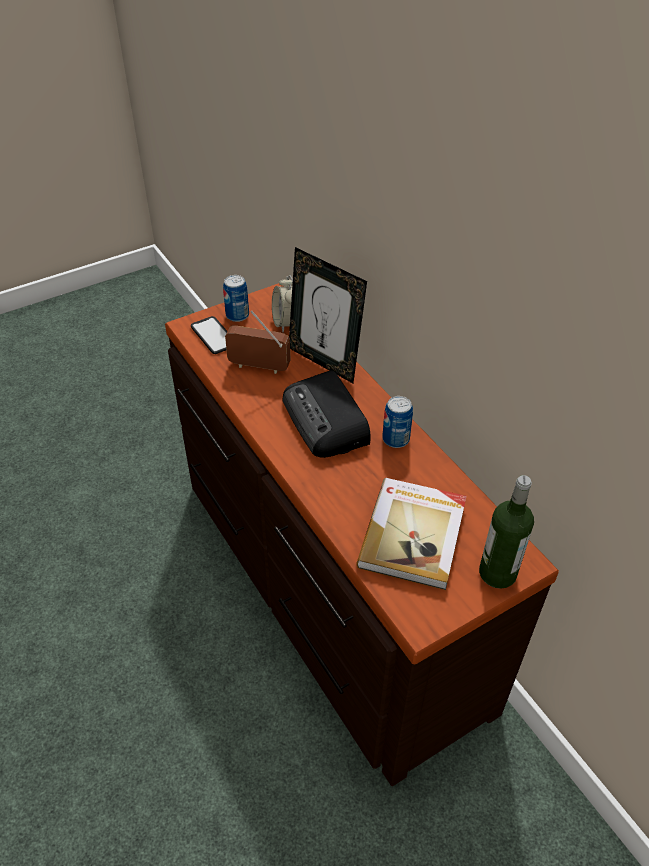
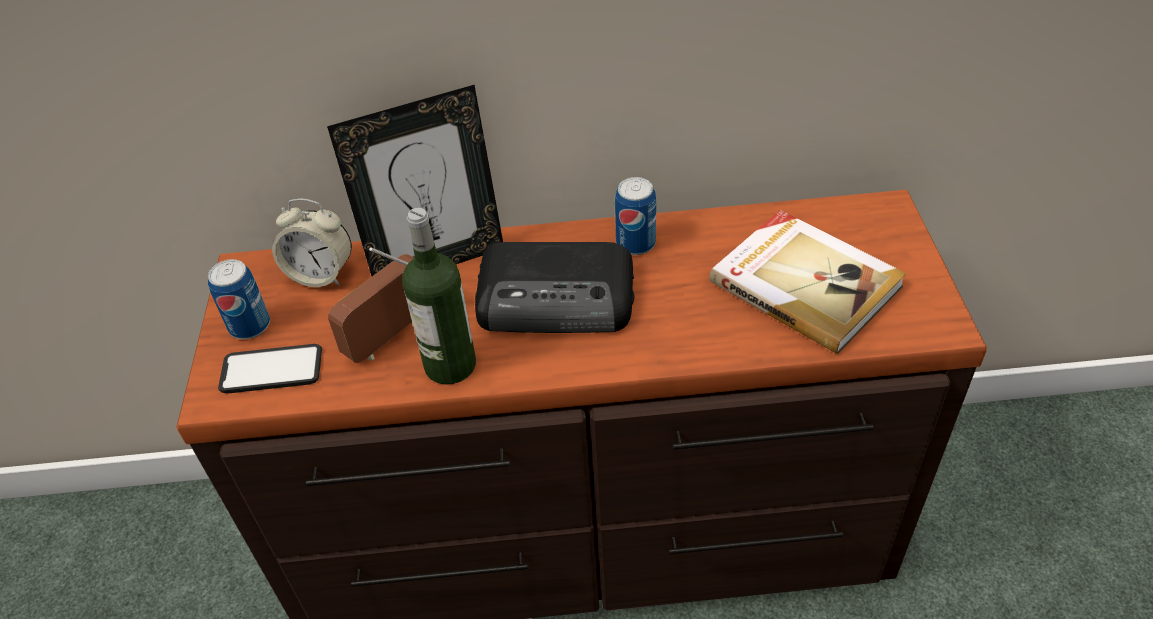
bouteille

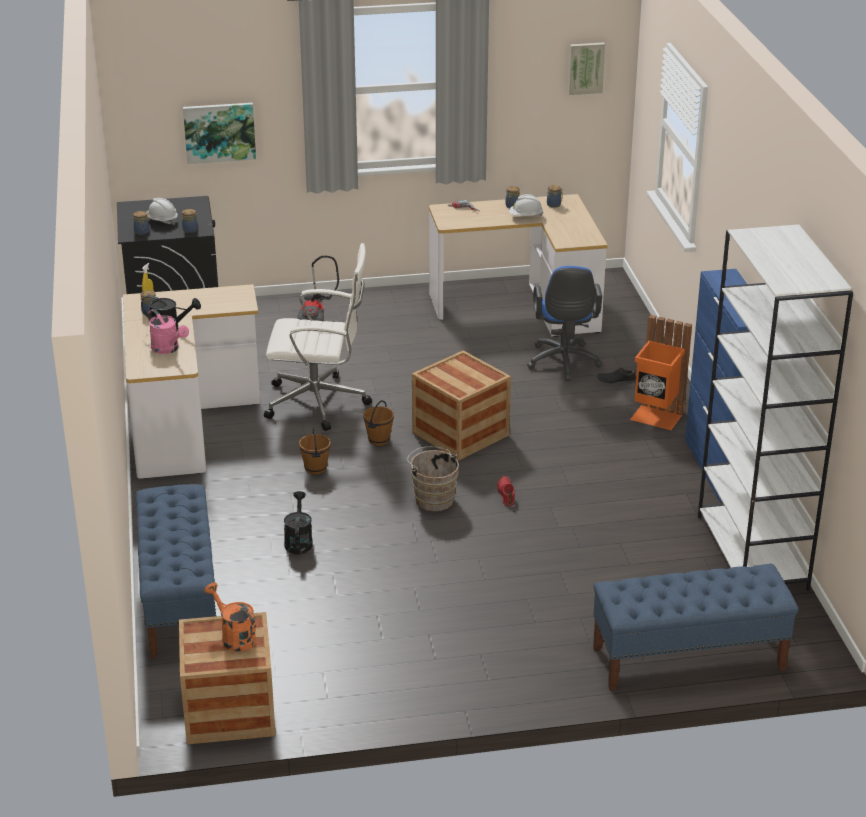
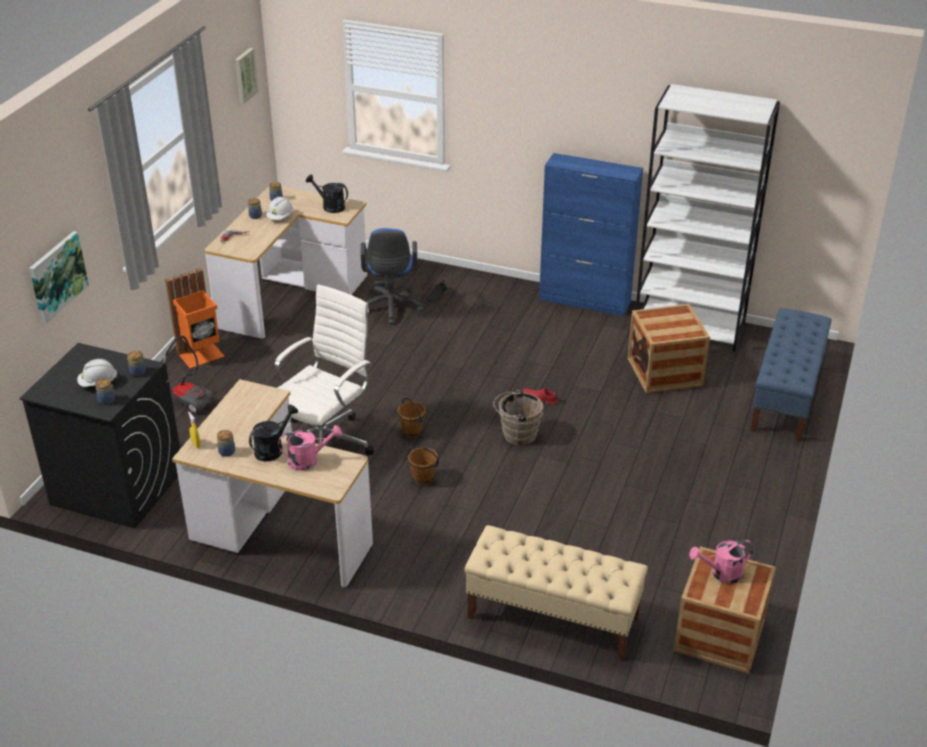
banc/beige; arrosoir/rose (2nd from left); arrosoir/noir (2nd from left); caisse (1st from left); chaise de bureau/bleu; poubelle/orange

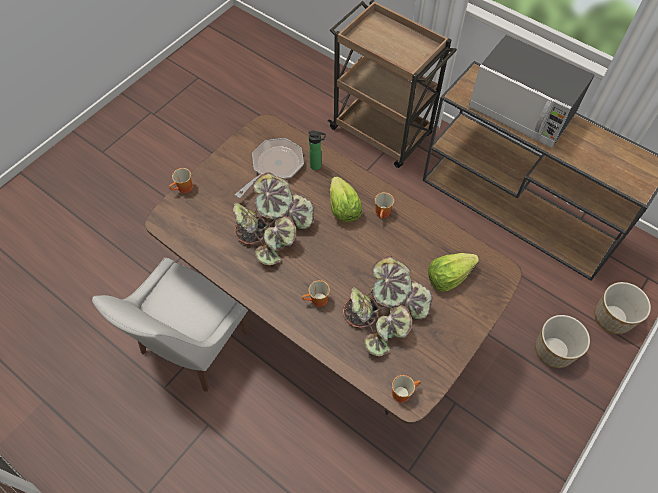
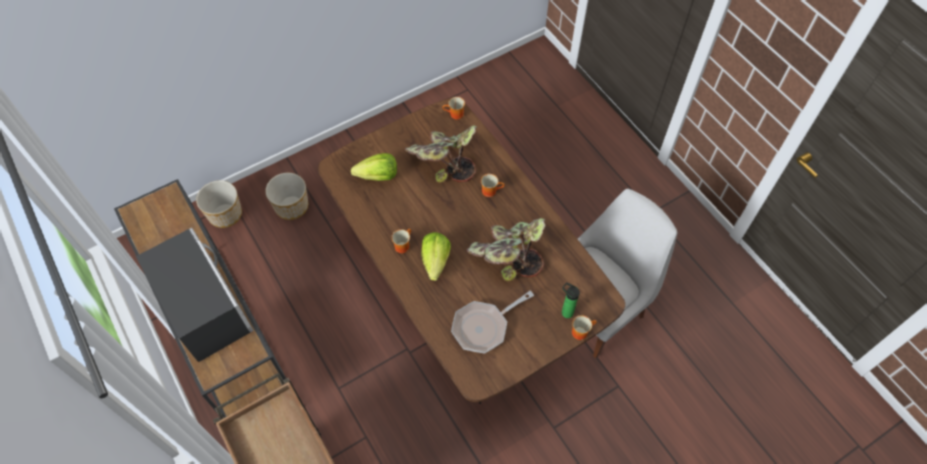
bouteille

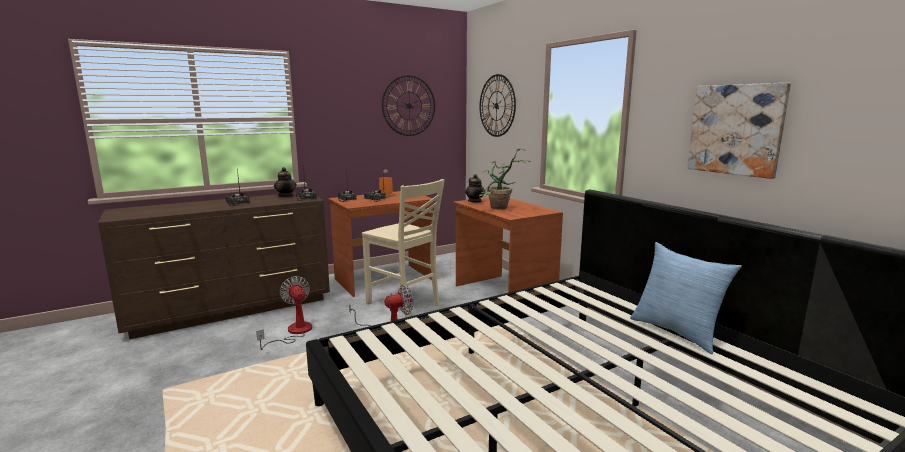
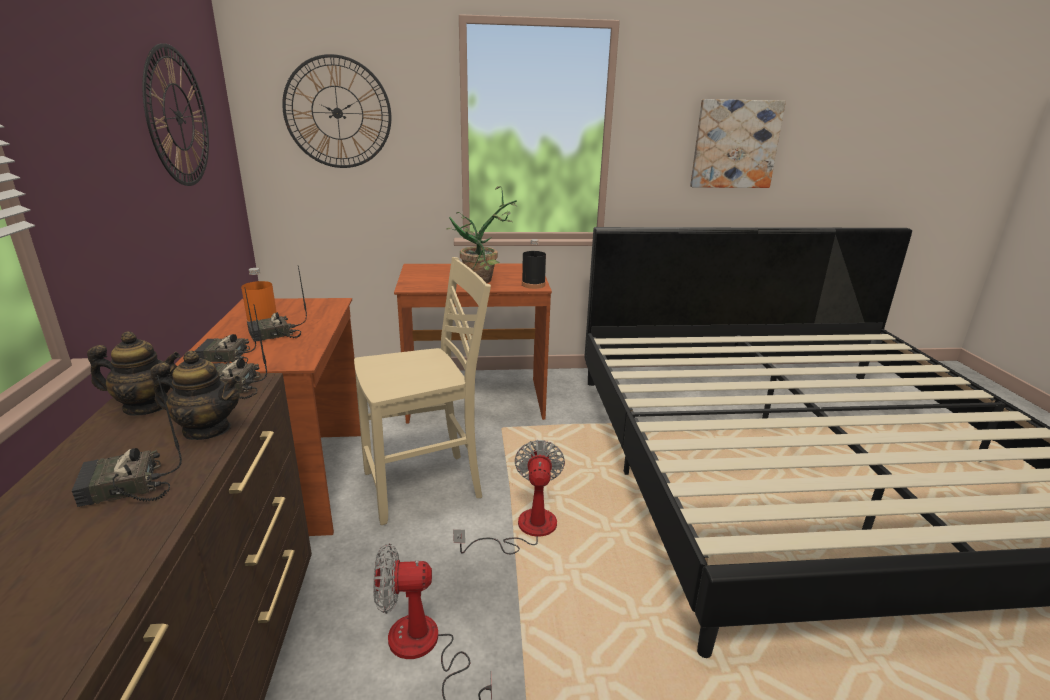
théière (2nd from left); coussin; bouteille/noir

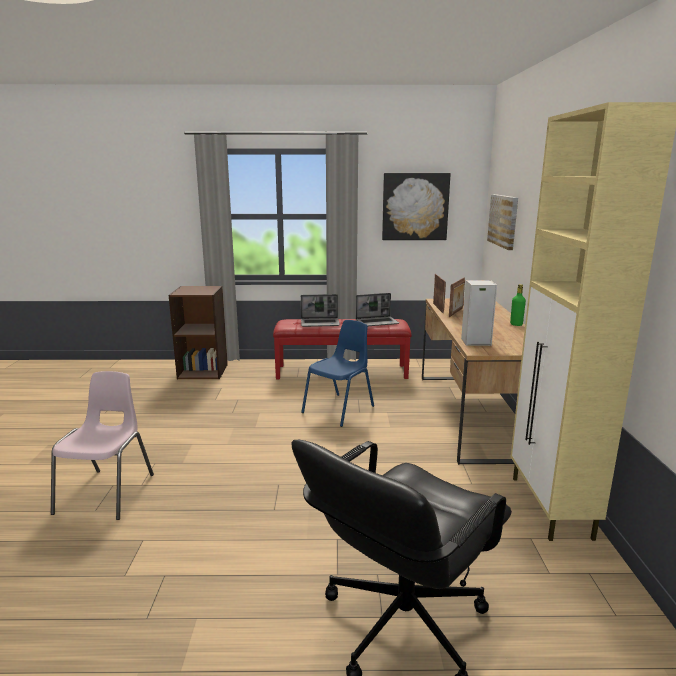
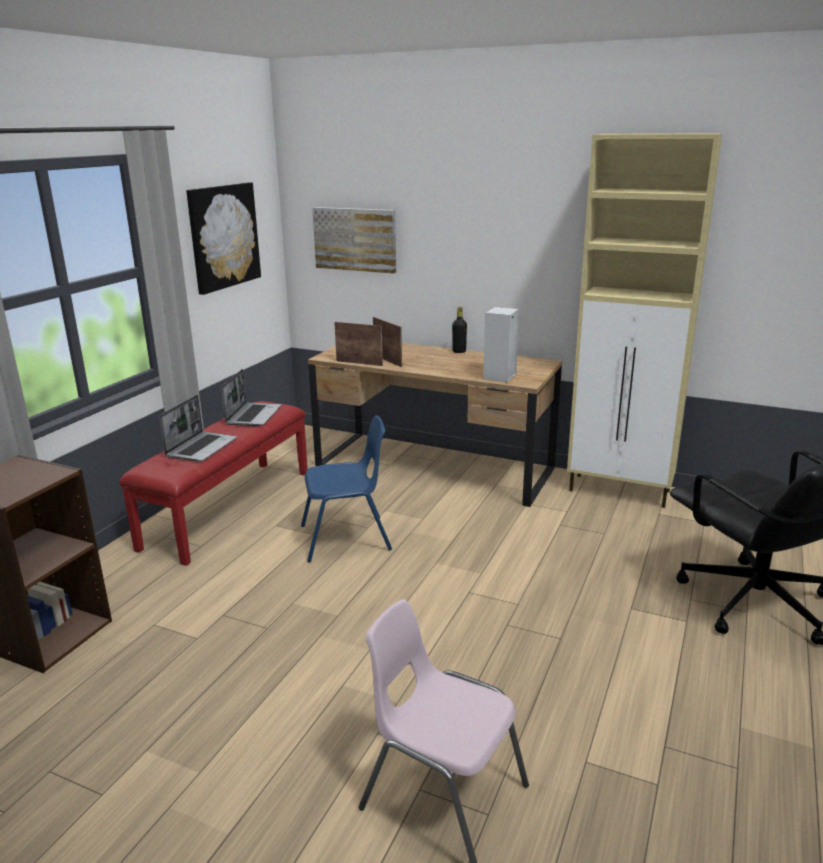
chaise/bleu; bouteille/noir

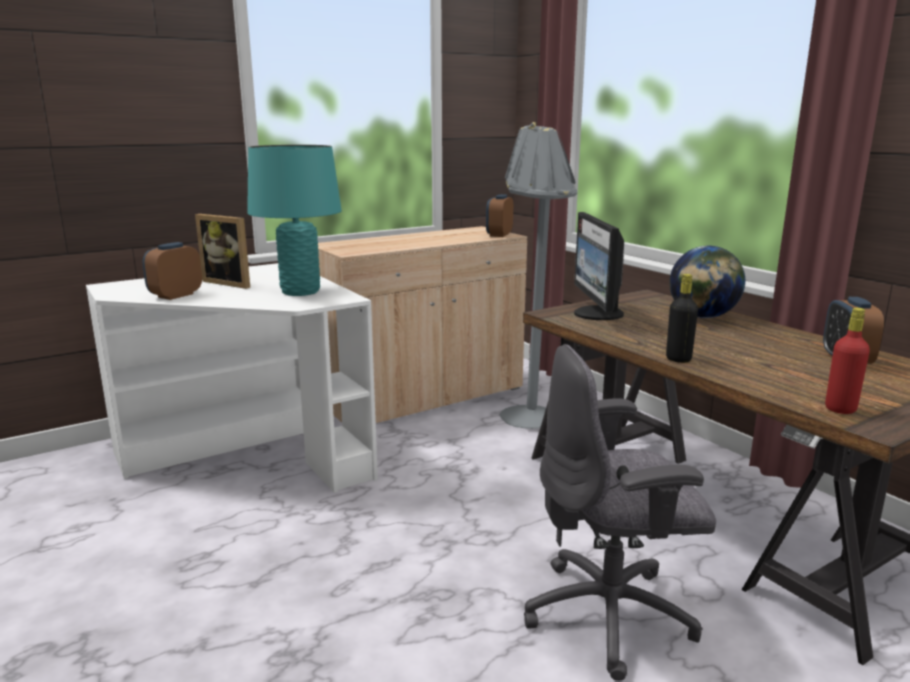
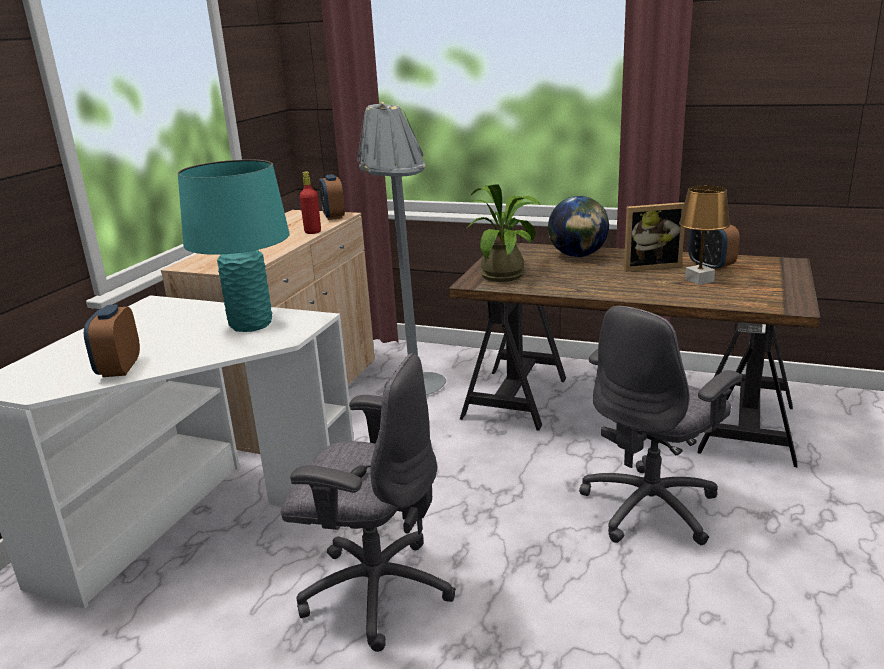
cadre photo; plante en pot; bouteille/noir; bouteille/rouge; chaise de bureau/gris (1st from left); lampe de table/marron

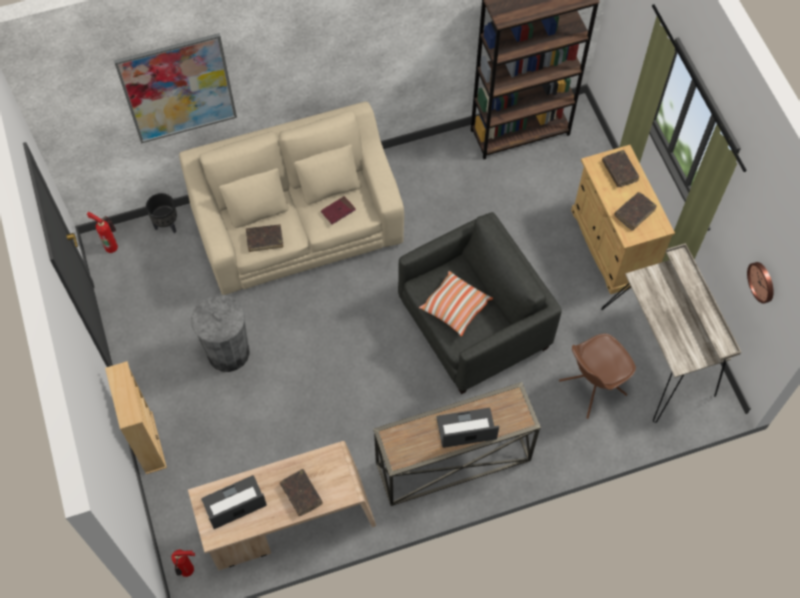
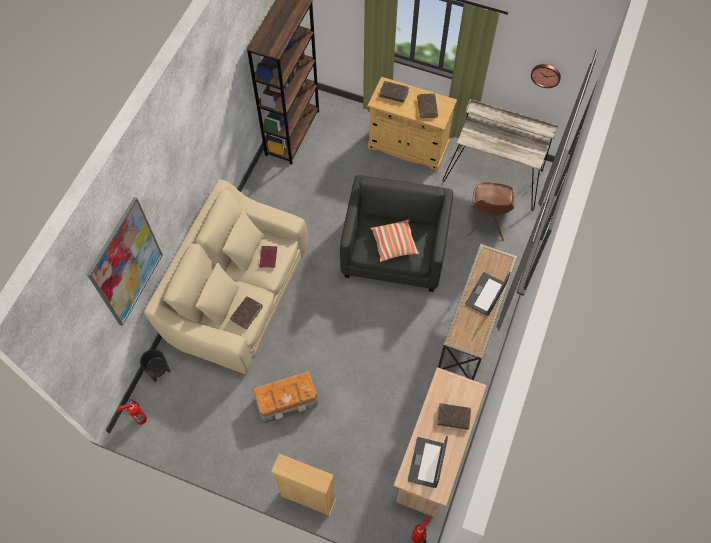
boîte de rangement

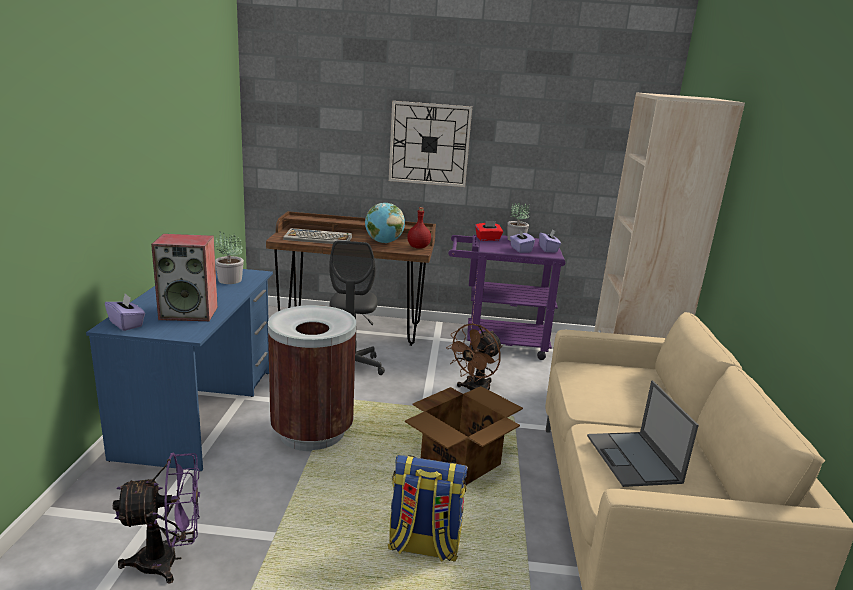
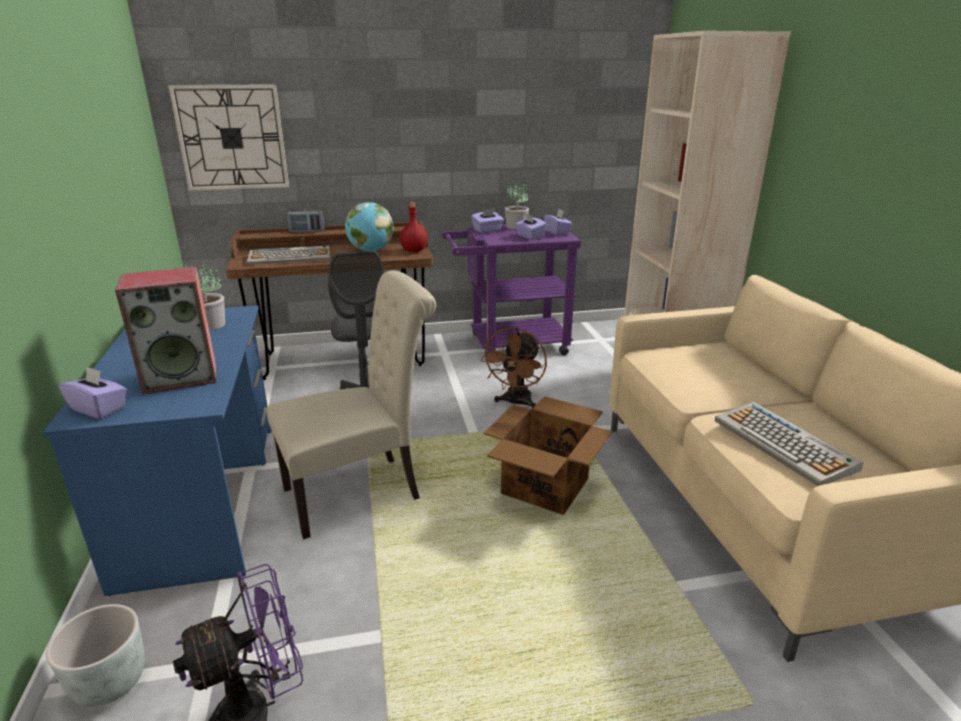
chaise/beige; sac à dos; horloge murale; boîte à mouchoirs/violet (2nd from left); clavier (2nd from left); cache-pot/gris; radio

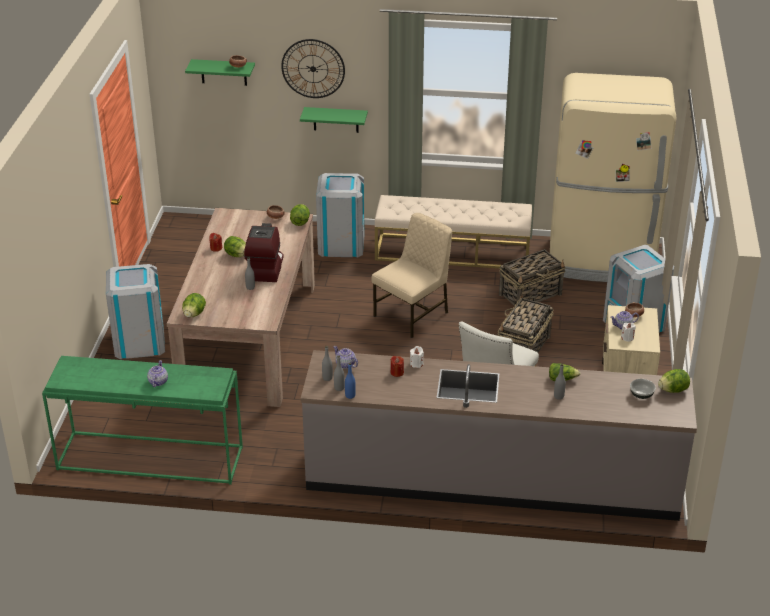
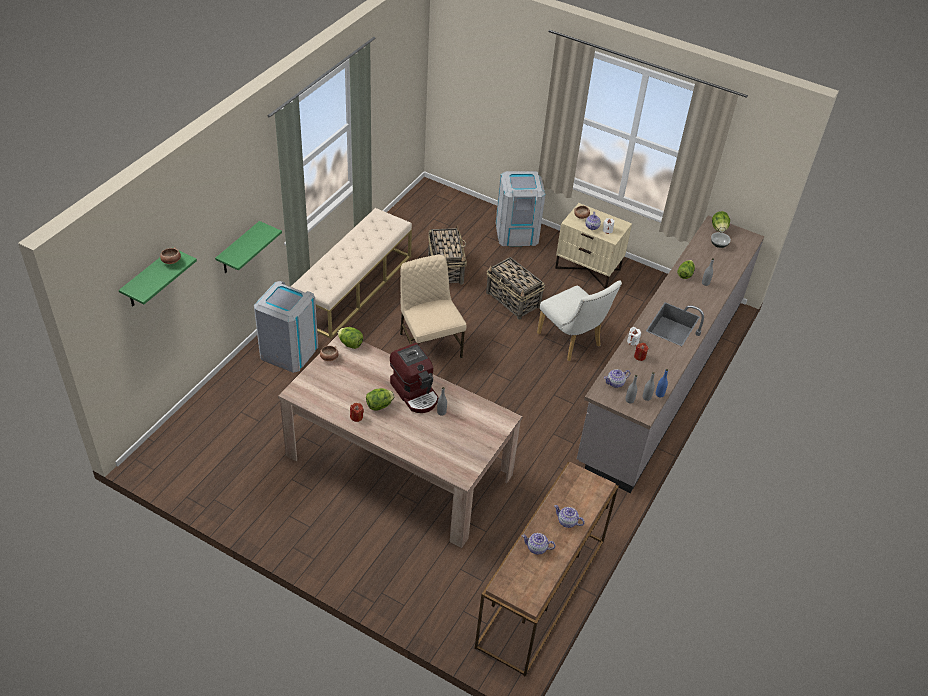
table console/marron; poubelle/gris (1st from left in the first image); laitue (1st from left in the first image); machine à café; horloge murale; réfrigérateur/beige; théière (1st from left)

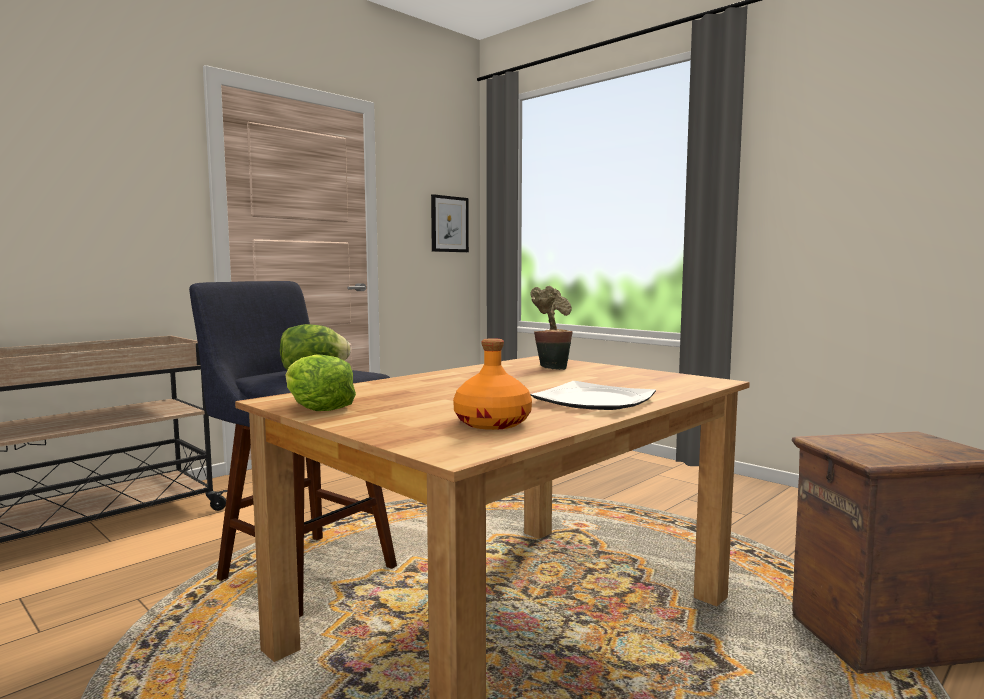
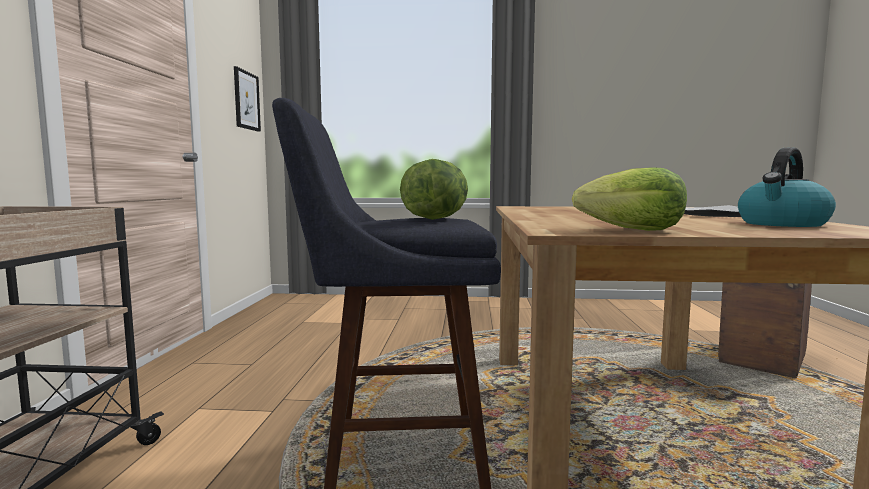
bouilloire; plante en pot

